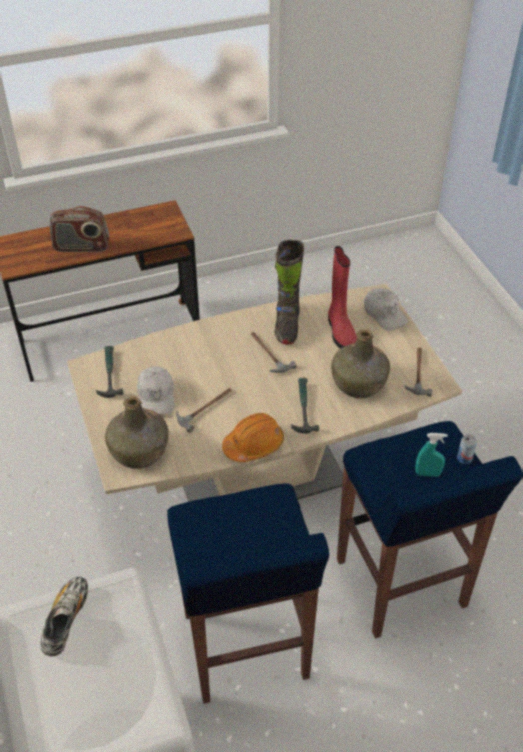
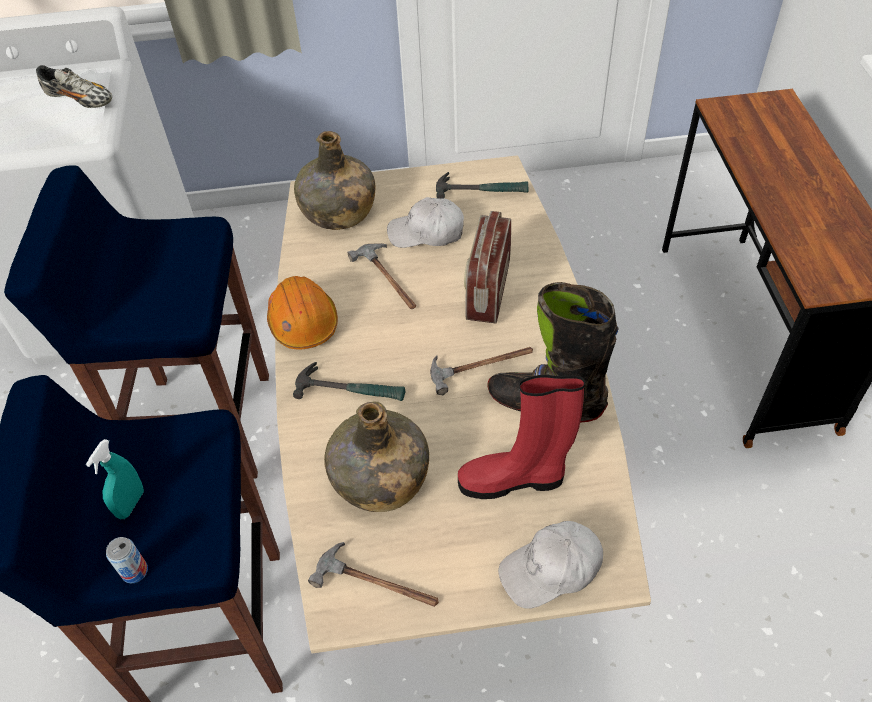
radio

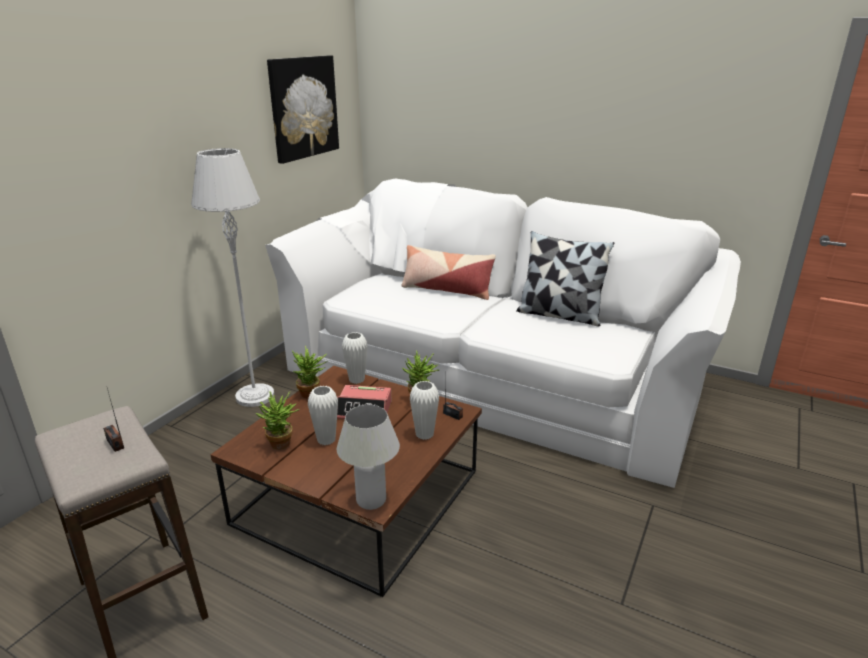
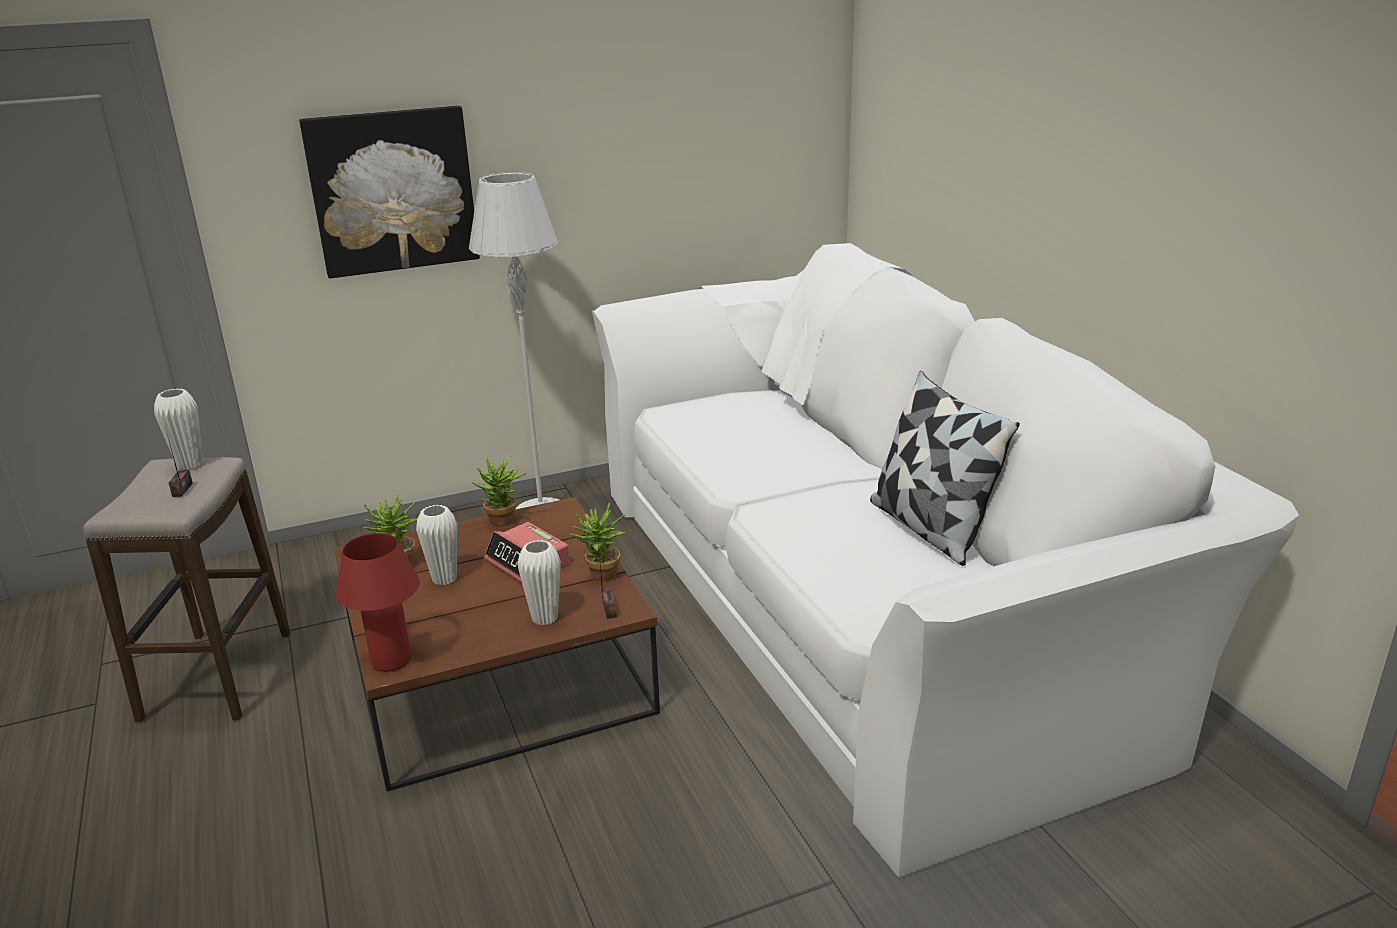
tableau; lampe de table/rouge; vase/blanc (1st from left); coussin (1st from left in the first image)

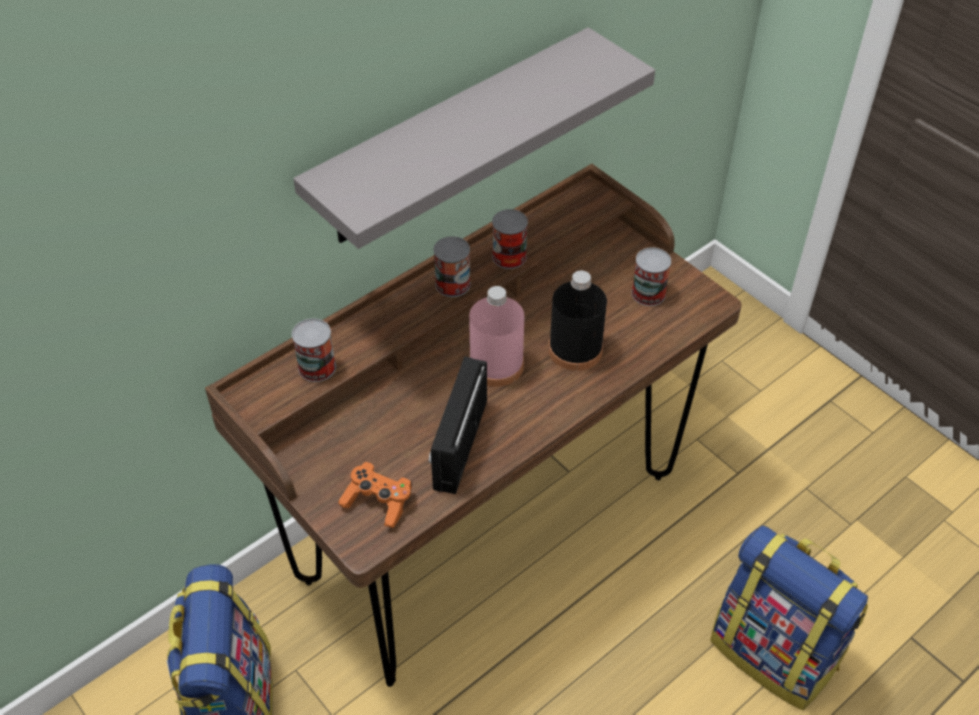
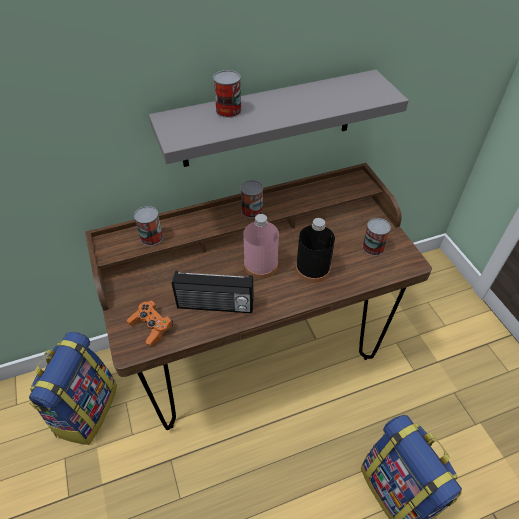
radio; boîte métallique (2nd from left)

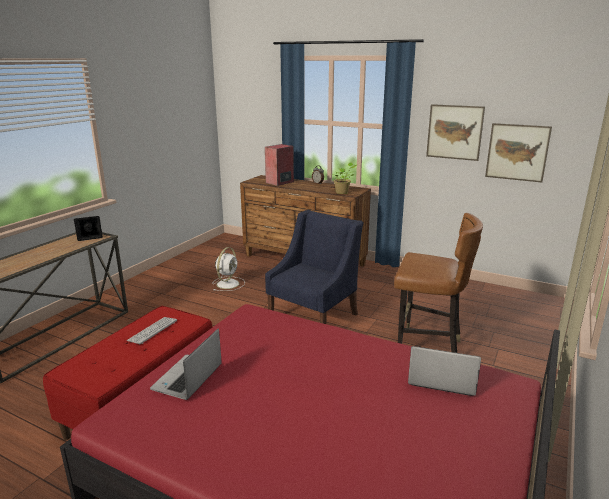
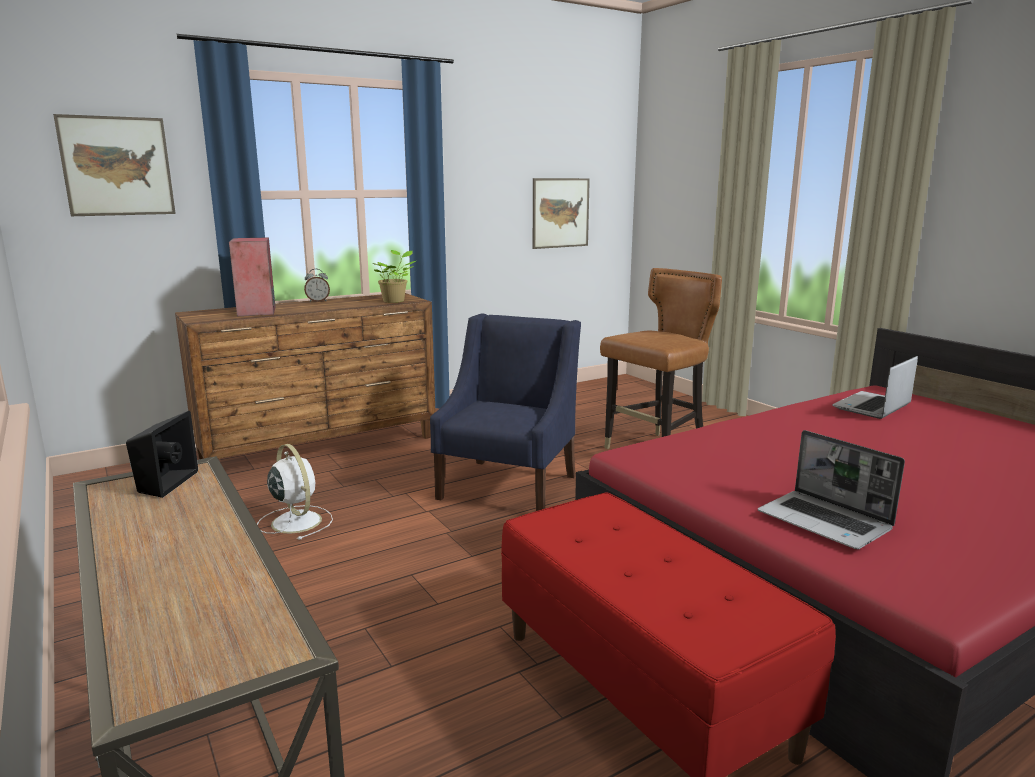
clavier; fauteuil/bleu; tableau (1st from left)

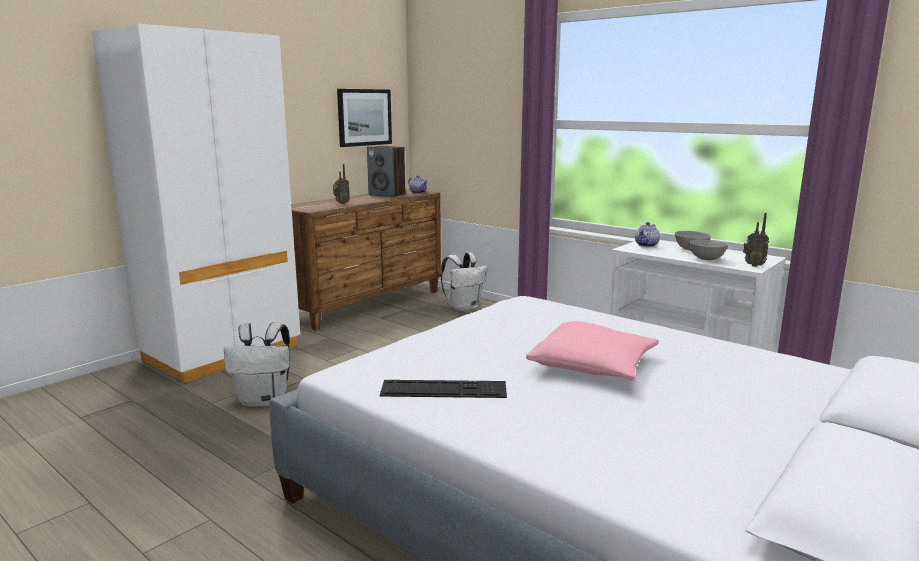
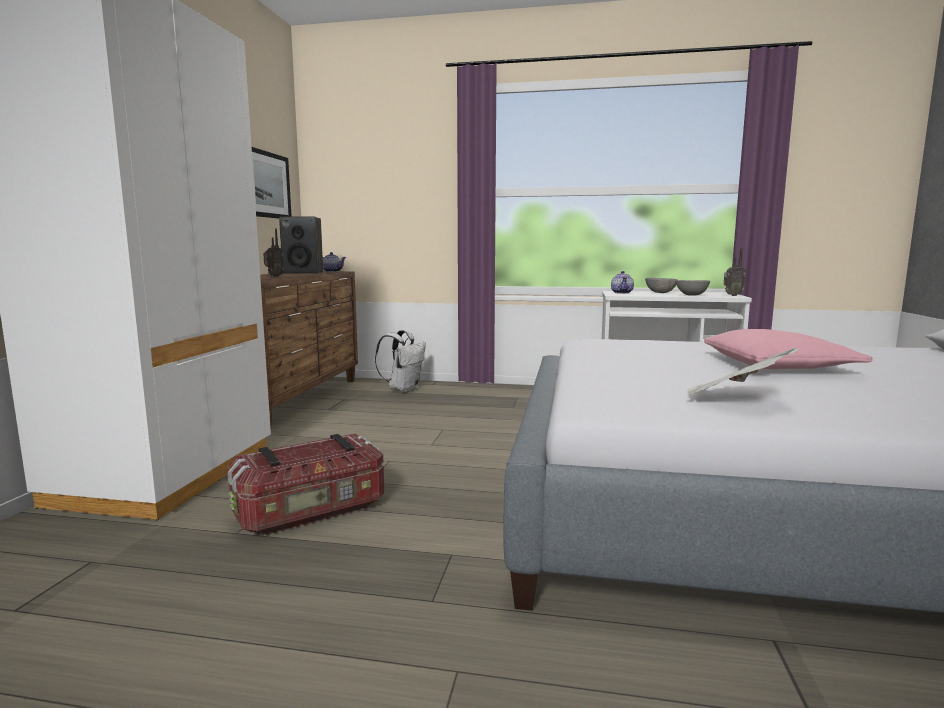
boîte de rangement; journal

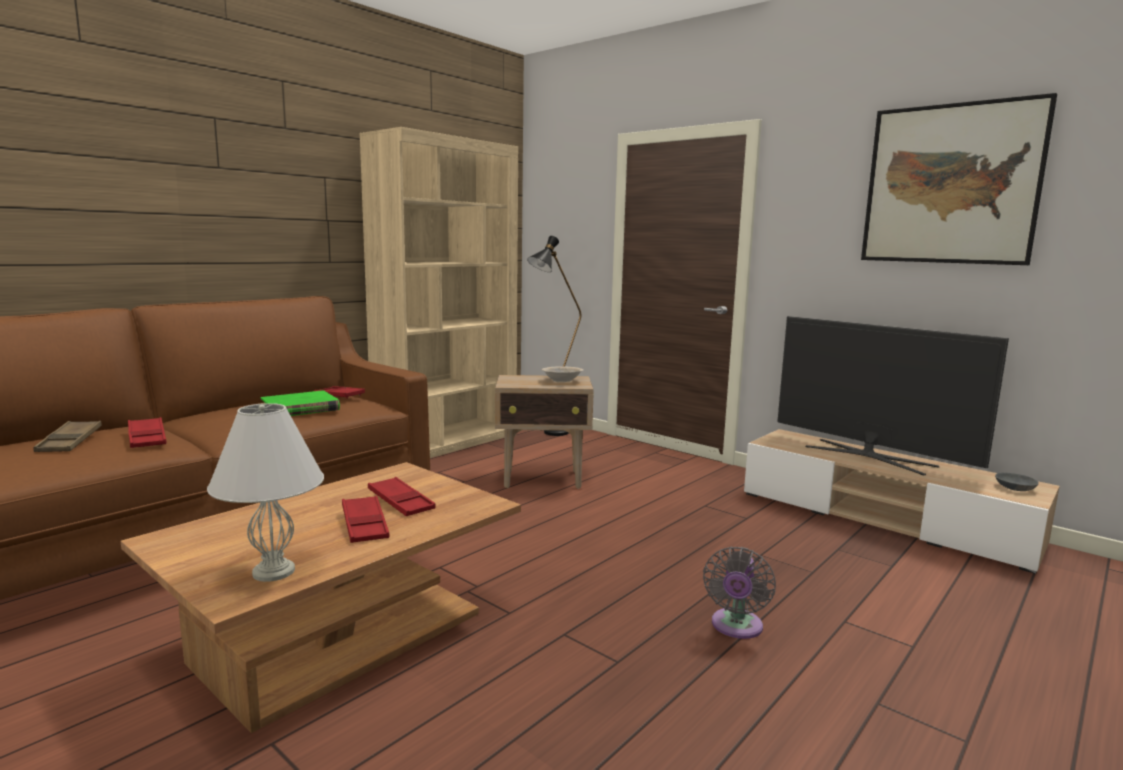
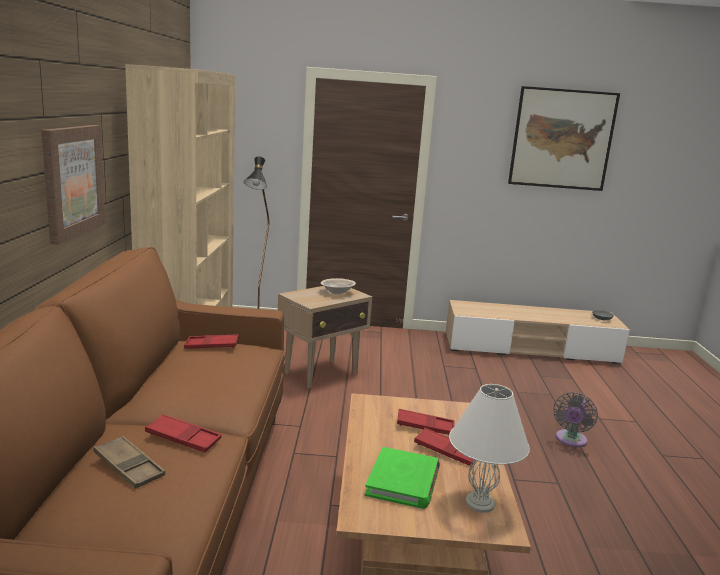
livre/vert; ventilateur/gris; téléviseur; tableau (1st from left)

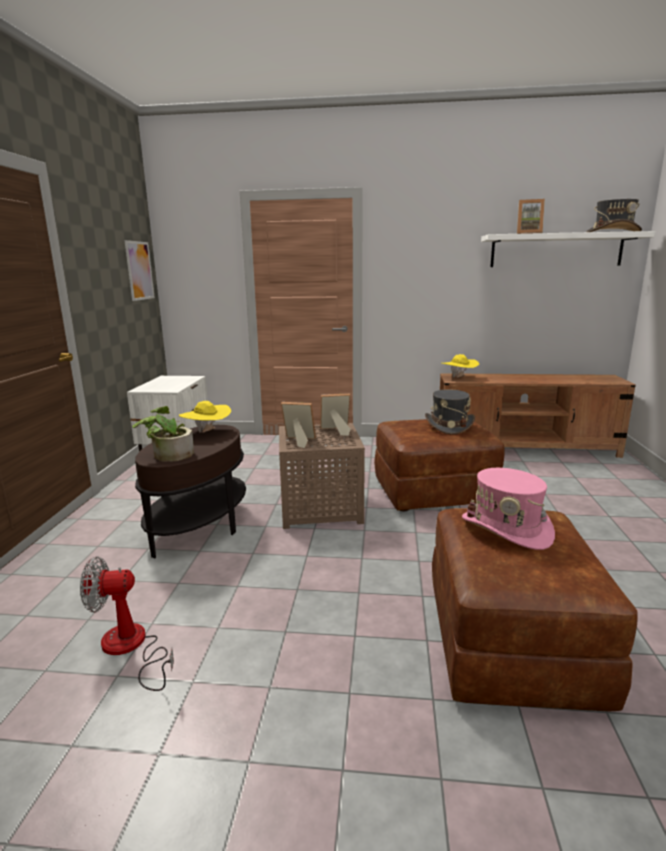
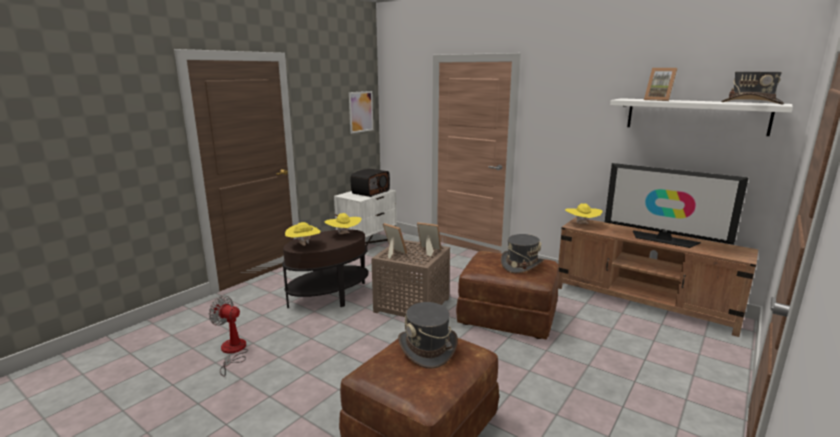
chapeau/jaune (1st from left); chapeau/gris (1st from left); radio; téléviseur

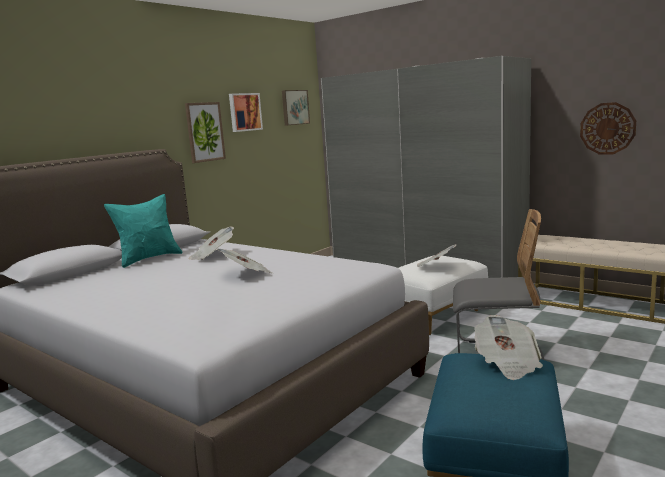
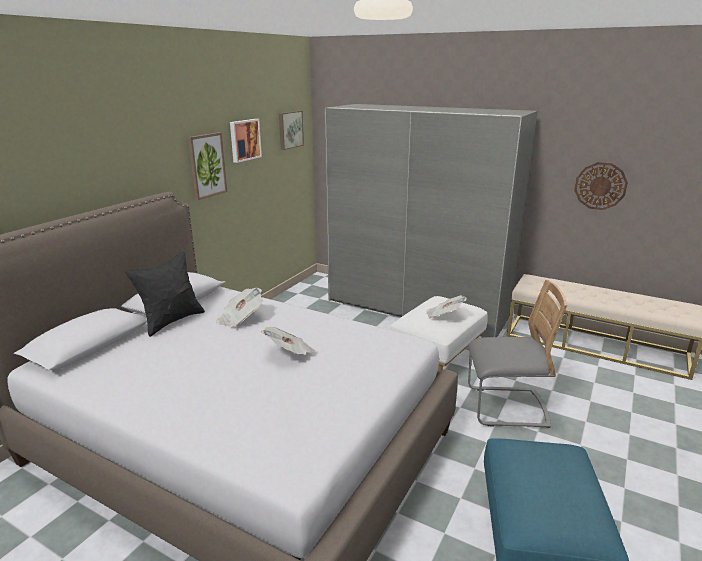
coussin/noir; journal (4th from left in the first image)

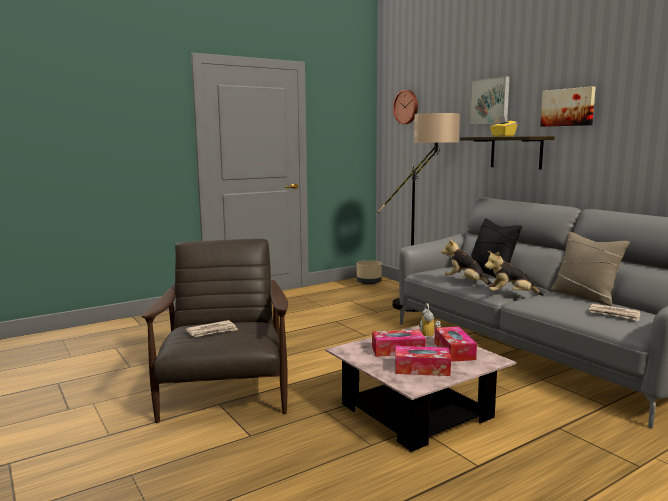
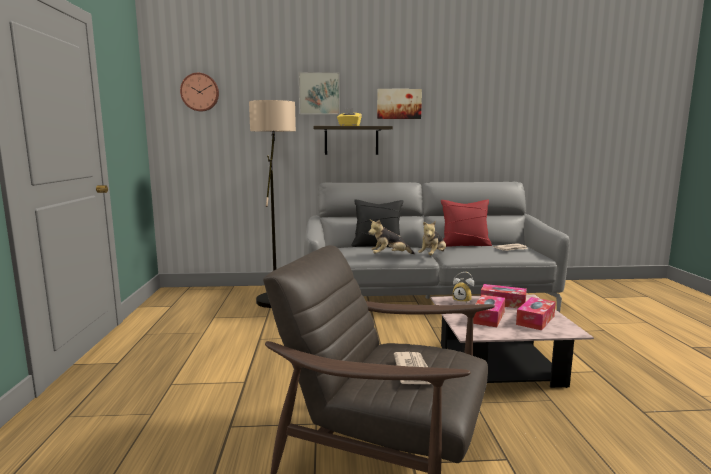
cache-pot/beige; coussin/rouge

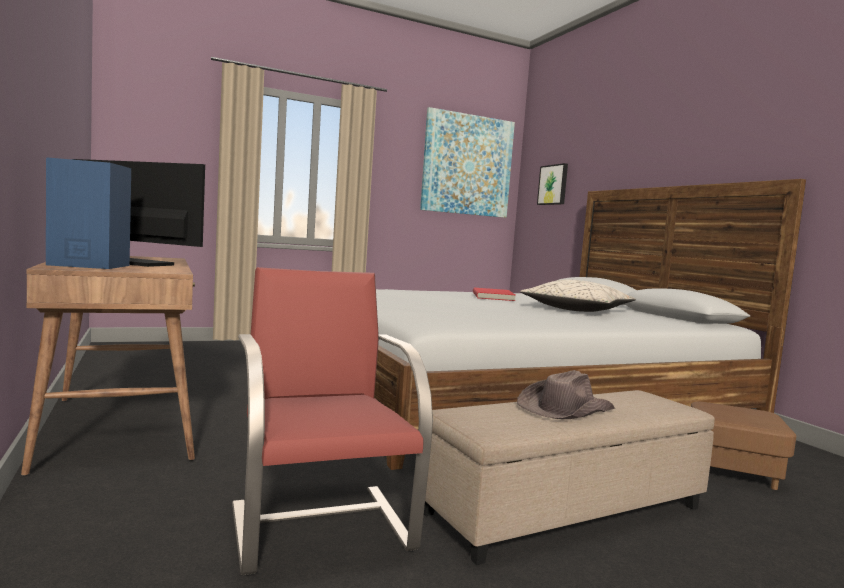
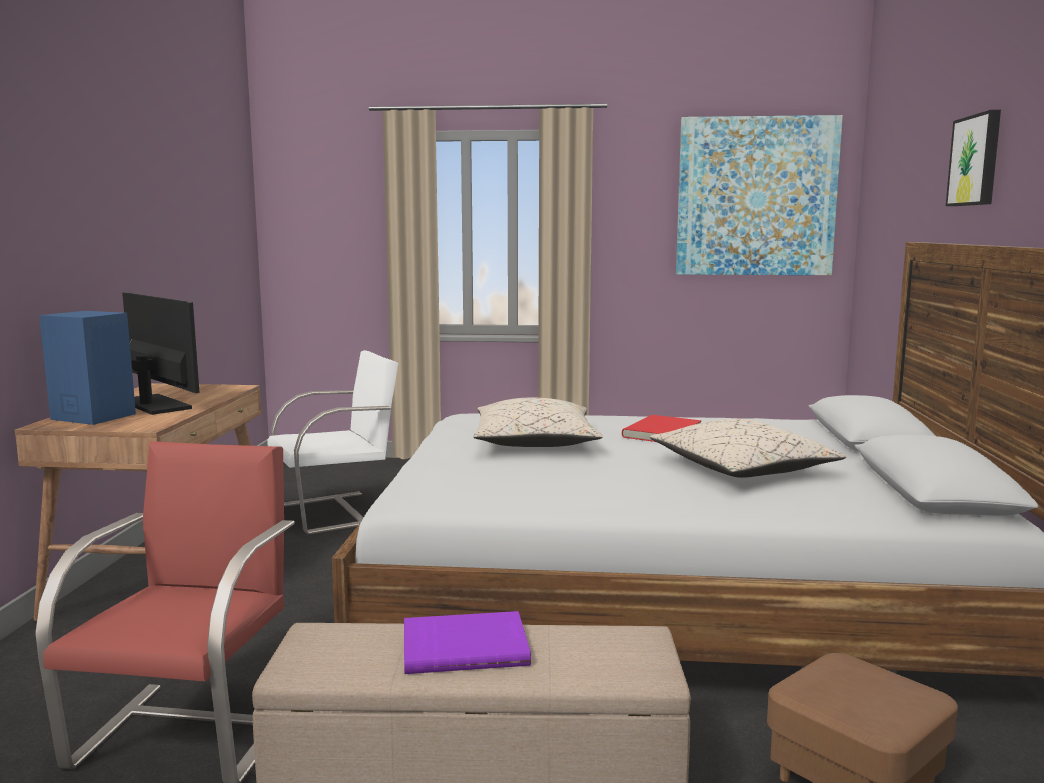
livre/violet; tableau (2nd from left); chaise/blanc; coussin/beige (1st from left)

